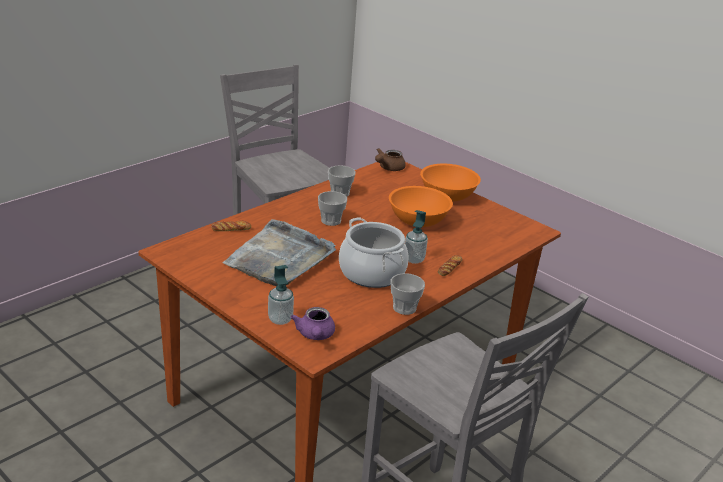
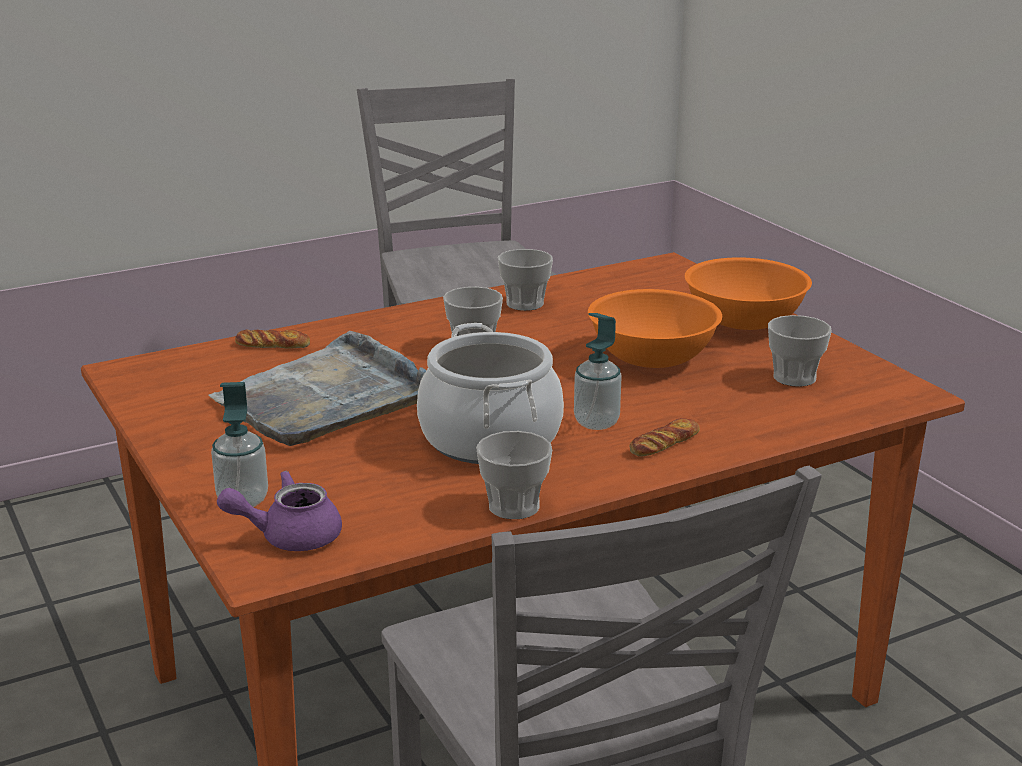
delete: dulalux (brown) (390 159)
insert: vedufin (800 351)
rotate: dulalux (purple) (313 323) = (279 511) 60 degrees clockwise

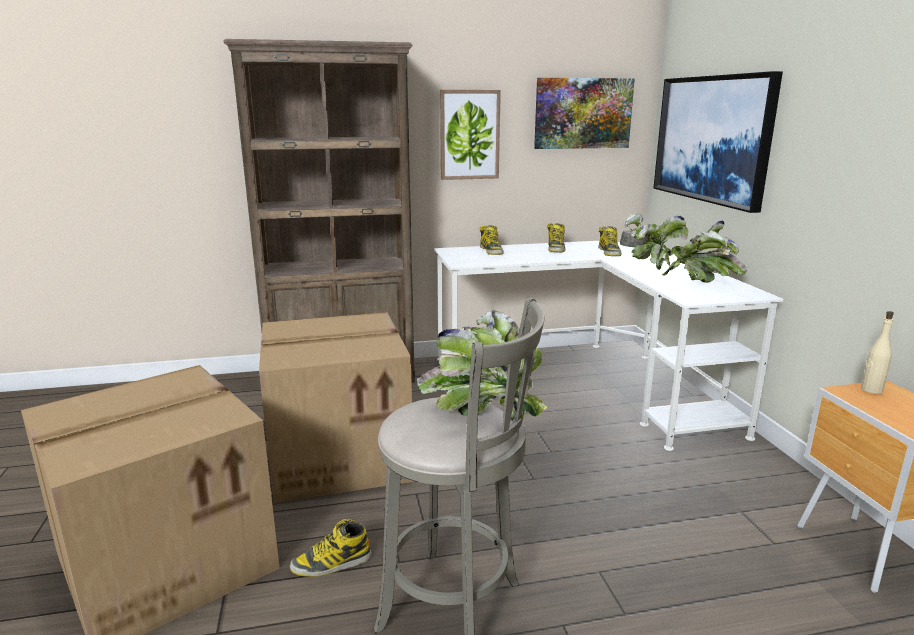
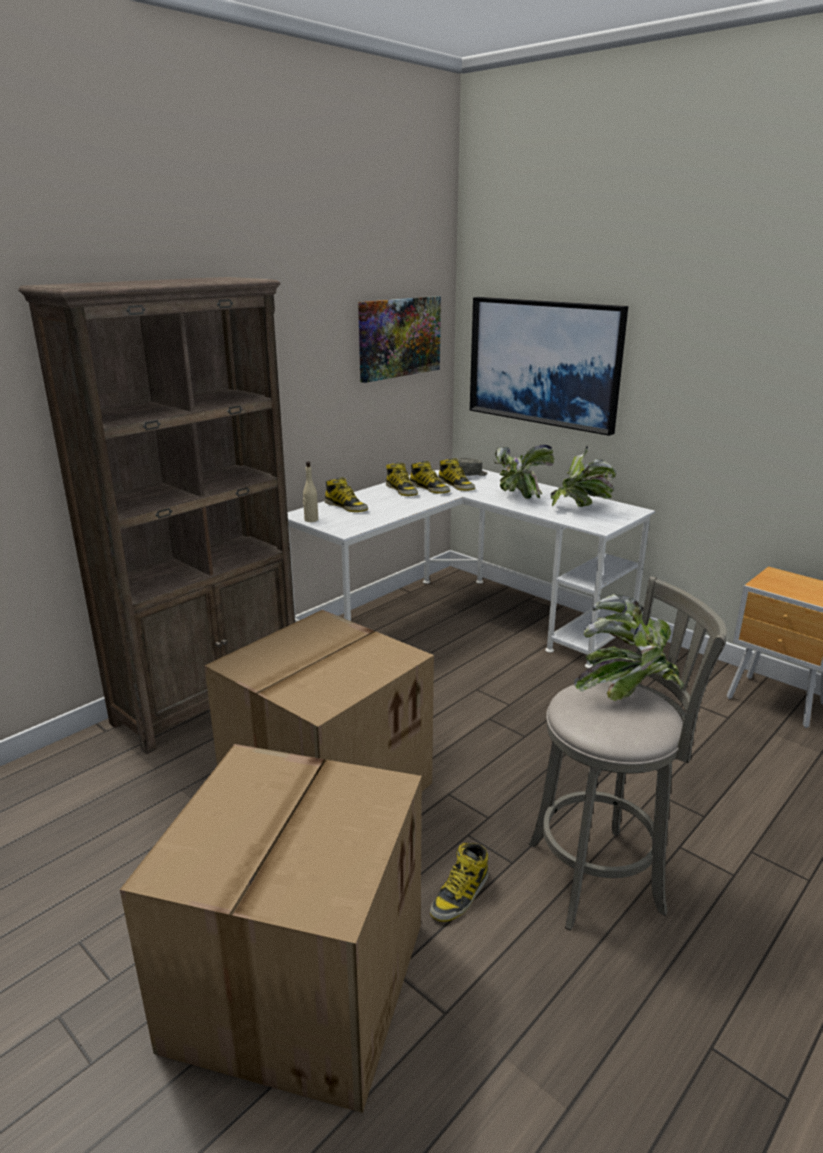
delete: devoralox (470 135)
insert: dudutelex (430 477)
move: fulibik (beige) (877 352) to (310 492)

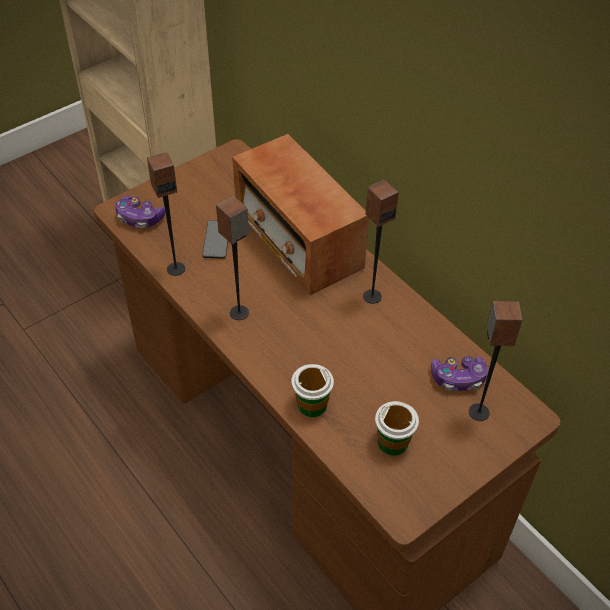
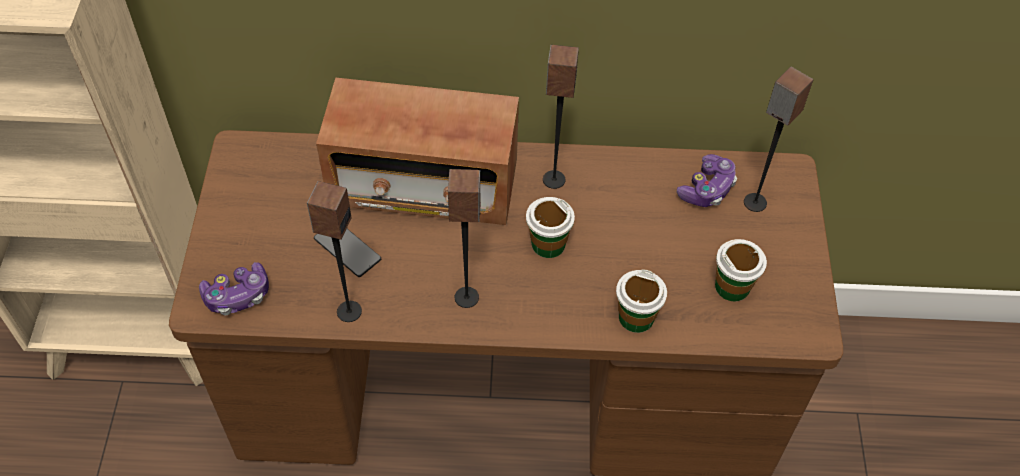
insert: vedufin (550 227)

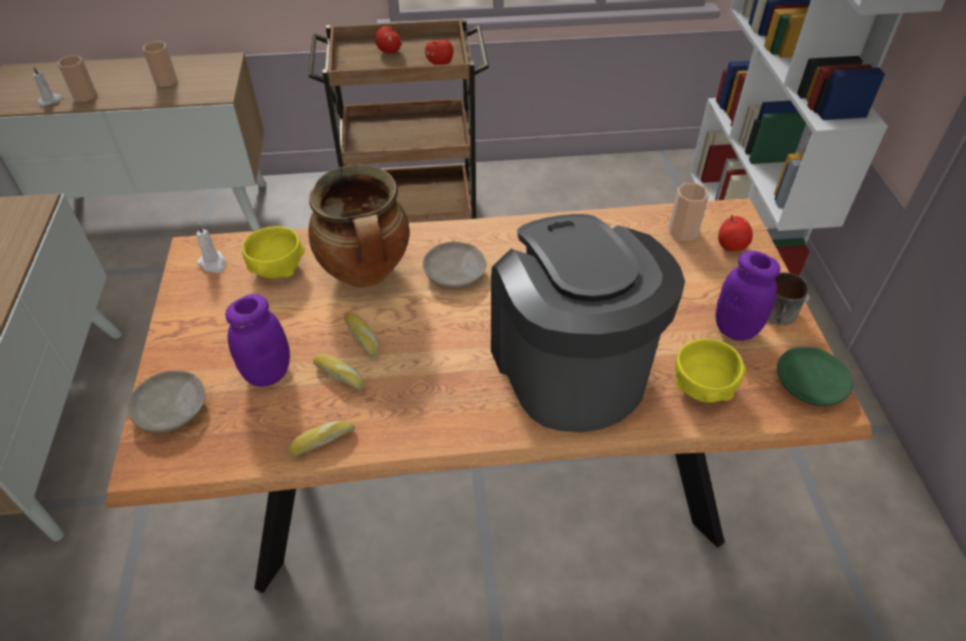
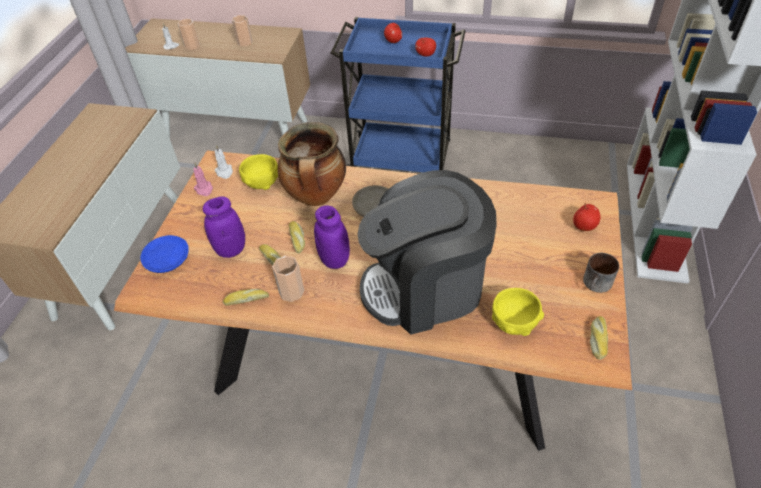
insert: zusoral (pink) (203 179)
move: vedufin (688 212) to (288 279); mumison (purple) (747 296) to (332 237)
replace: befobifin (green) (815 376) to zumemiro (599 338)
recolor: befobifin (beige) (167 401) to befobifin (blue) (164 254); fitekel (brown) (398 120) to fitekel (blue) (397 94)
rotate: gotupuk (588 323) = (427 252) 105 degrees counterclockwise

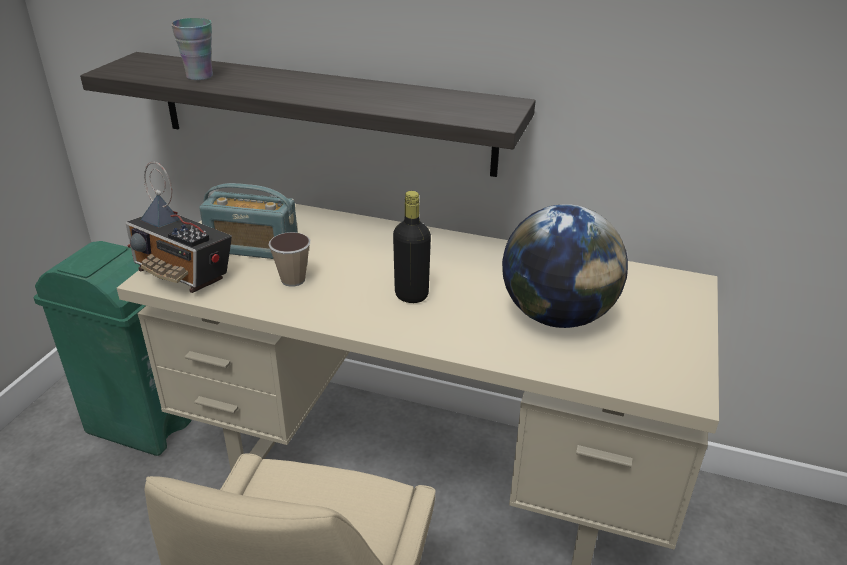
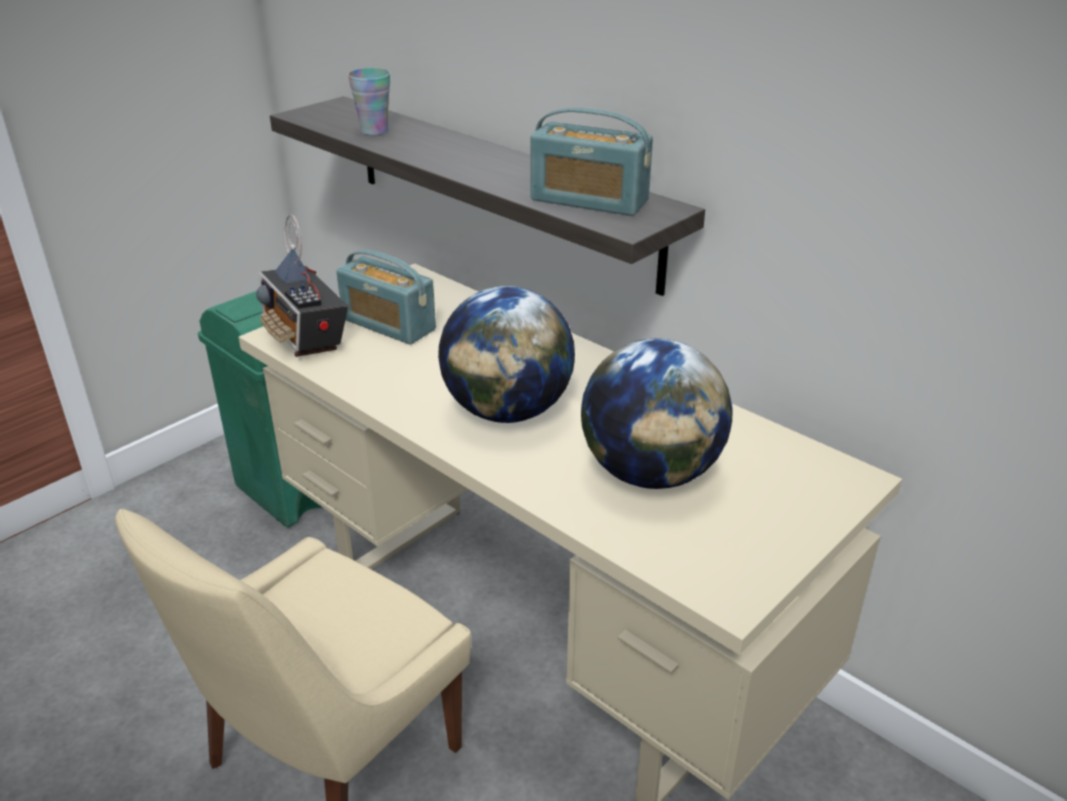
delete: vedufin (289 259)
insert: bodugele (591 161)
replace: fulibik (black) (412 247) to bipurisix (506 354)

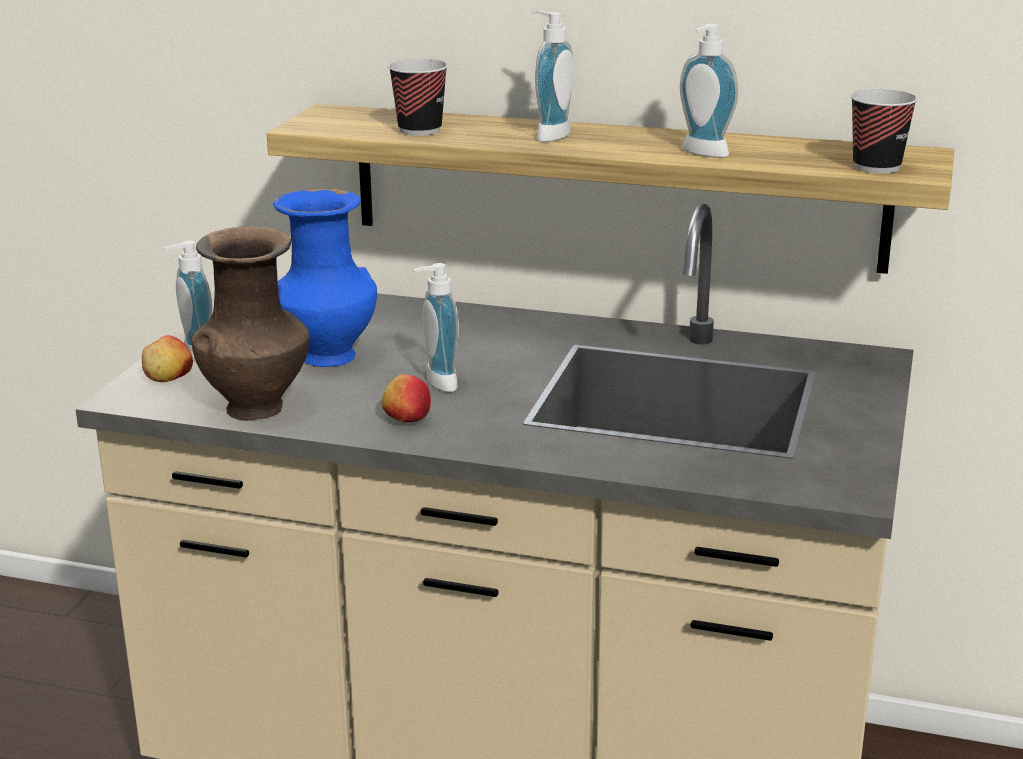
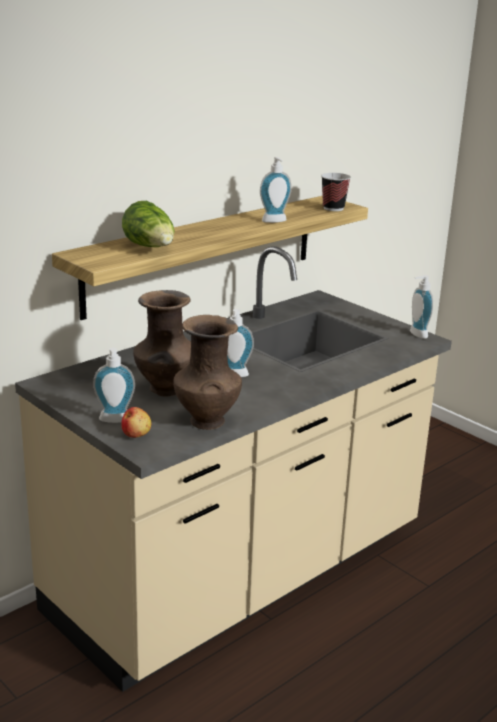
delete: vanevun (406 398)
move: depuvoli (553 76) to (421 307)
replace: vedufin (418 97) to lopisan (148 224)
recolor: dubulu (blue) (325 278) to dubulu (brown) (162 343)

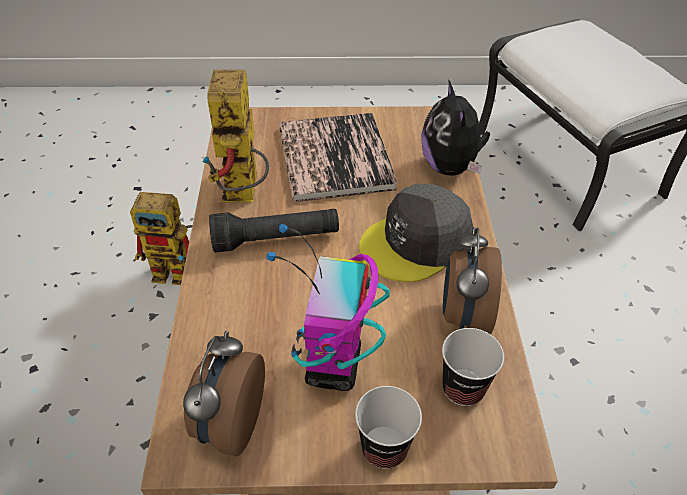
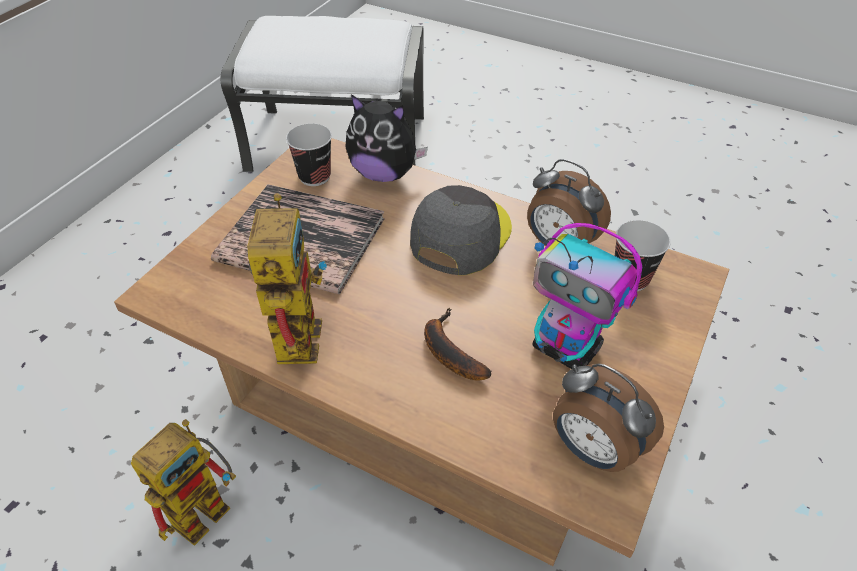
delete: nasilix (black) (274 231)
insert: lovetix (458 344)
move: vedufin (388 427) to (309 154)
rotate: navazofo (235 136) = (287 278) 120 degrees counterclockwise; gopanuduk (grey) (416 233) = (461 230) 150 degrees counterclockwise

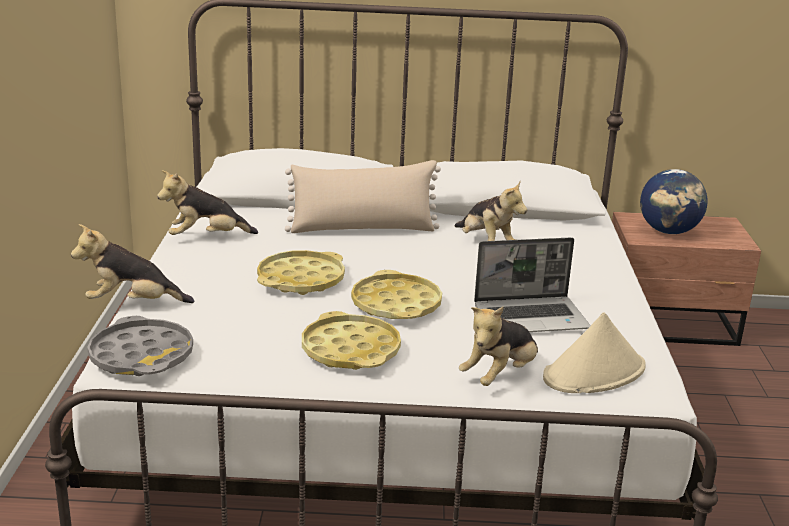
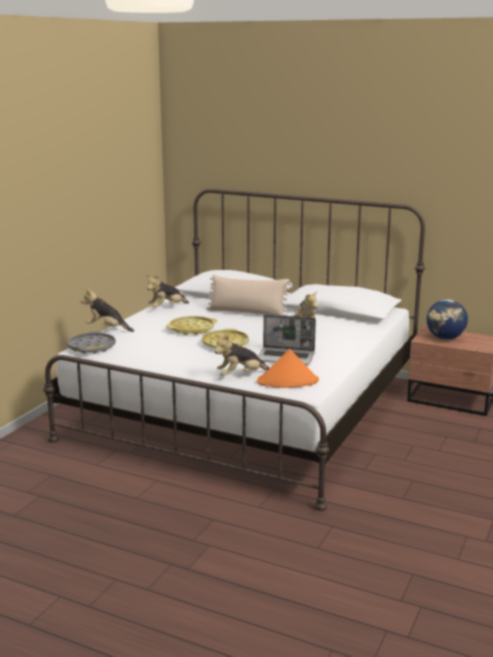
delete: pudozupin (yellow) (351 340)
recolor: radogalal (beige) (594 352) to radogalal (orange) (288 368)
rotate: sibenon (207 202) = (167 291) 45 degrees counterclockwise

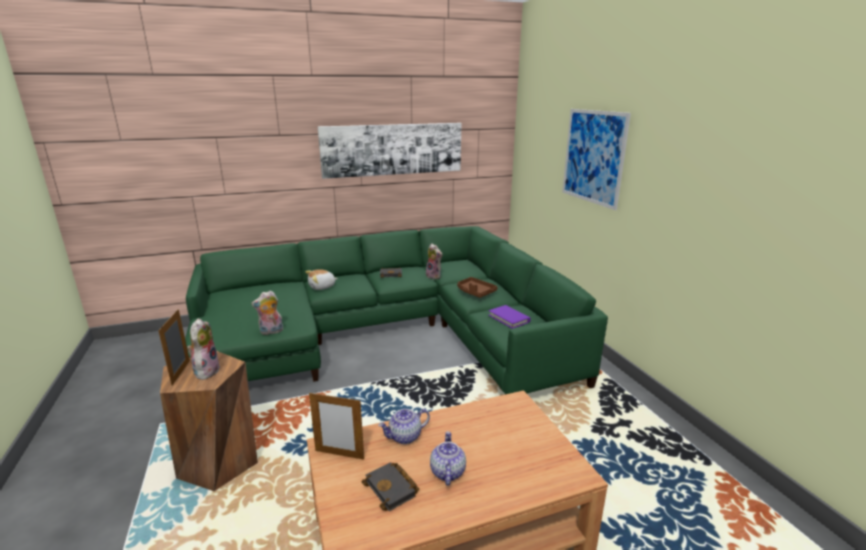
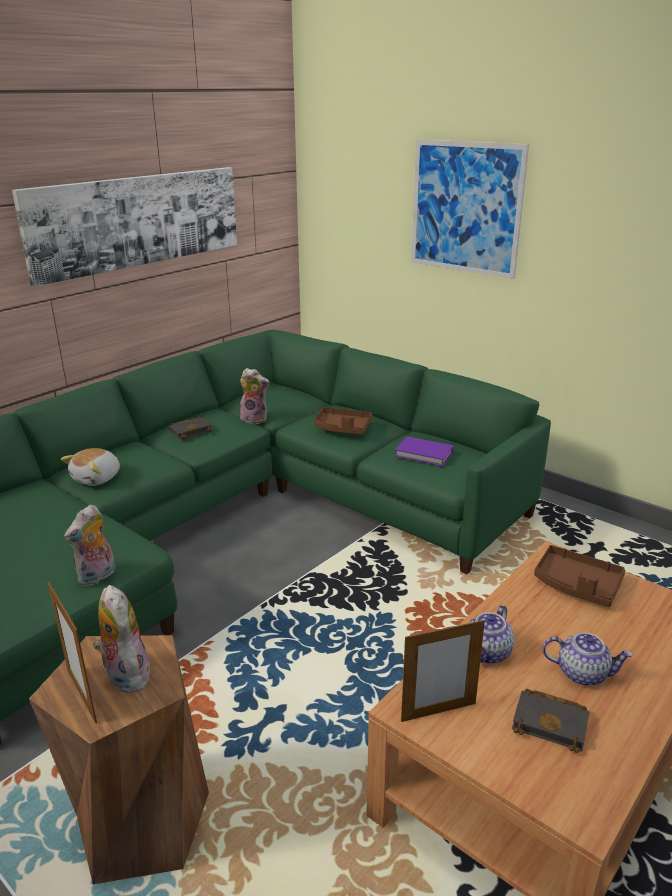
insert: pudozupin (brown) (579 576)
rotate: dulalux (448 458) = (587 659) 135 degrees clockwise

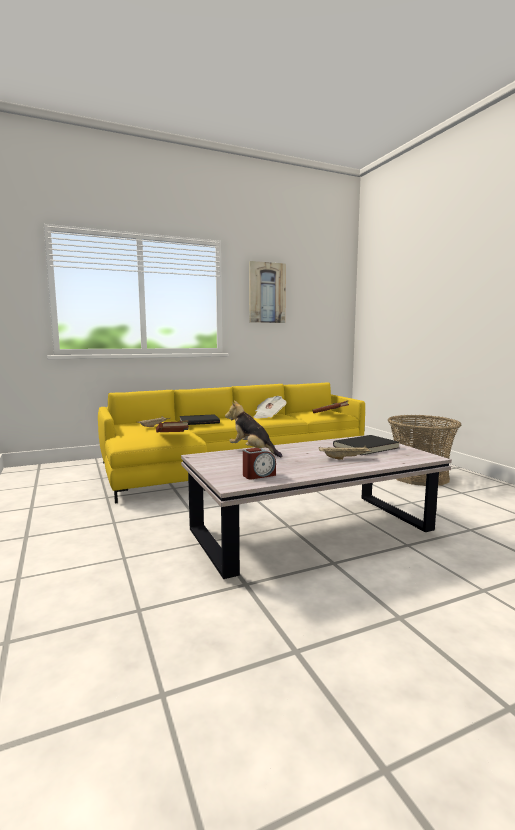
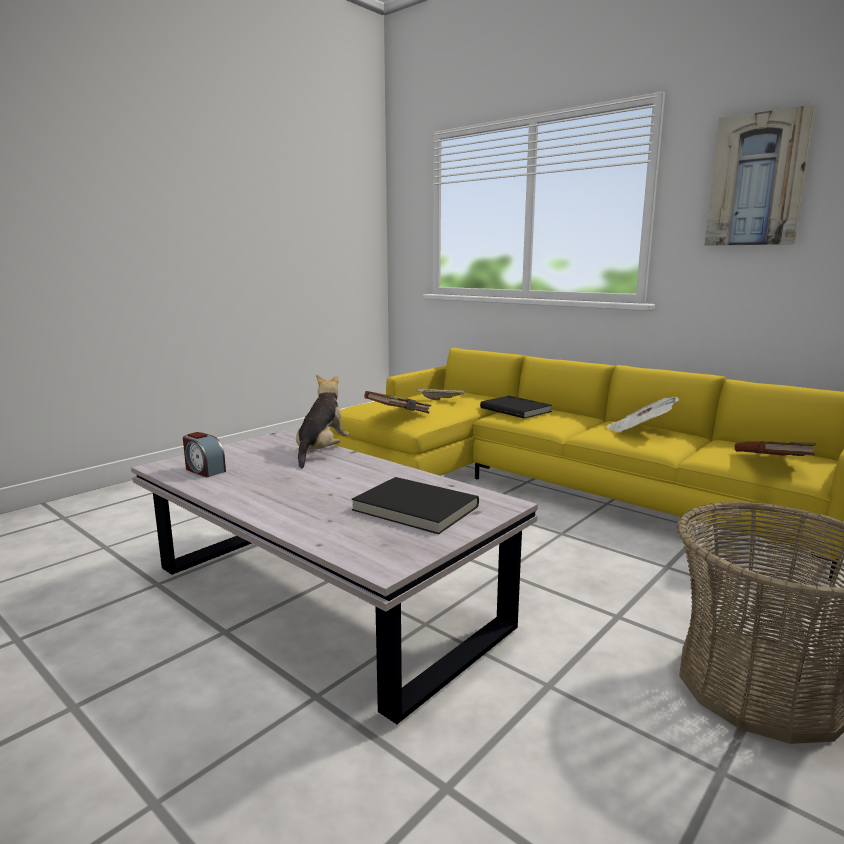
delete: pudozupin (beige) (345 452)

